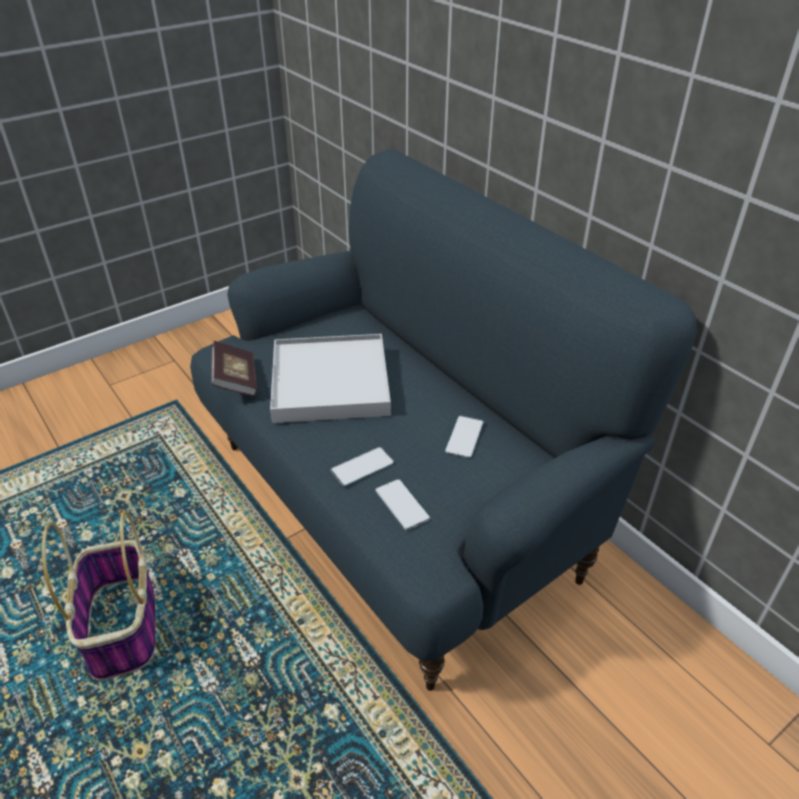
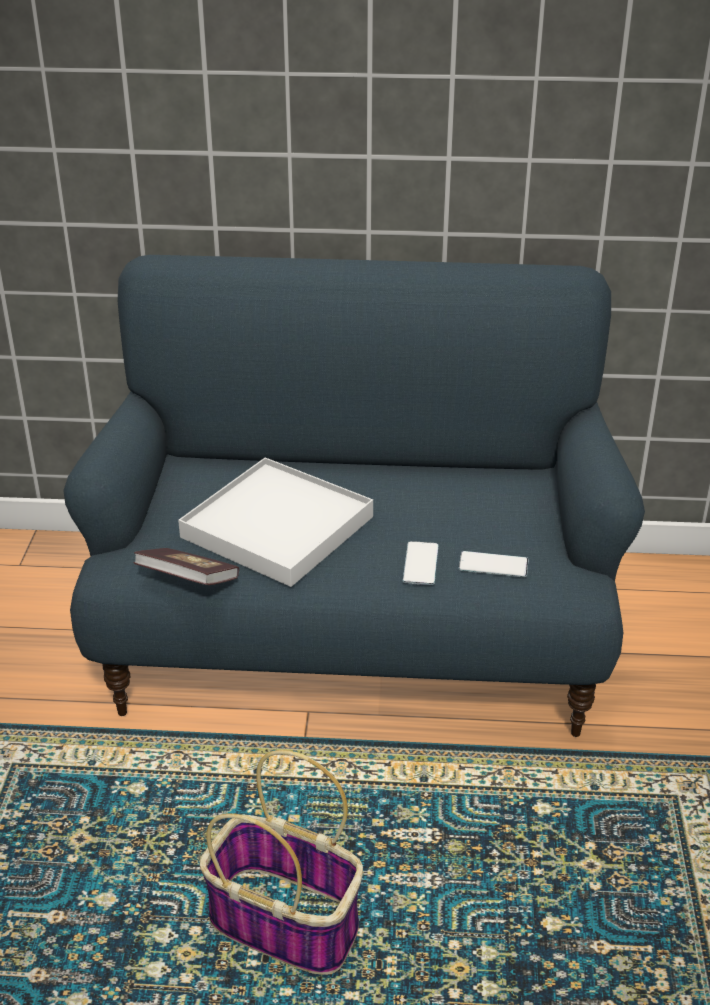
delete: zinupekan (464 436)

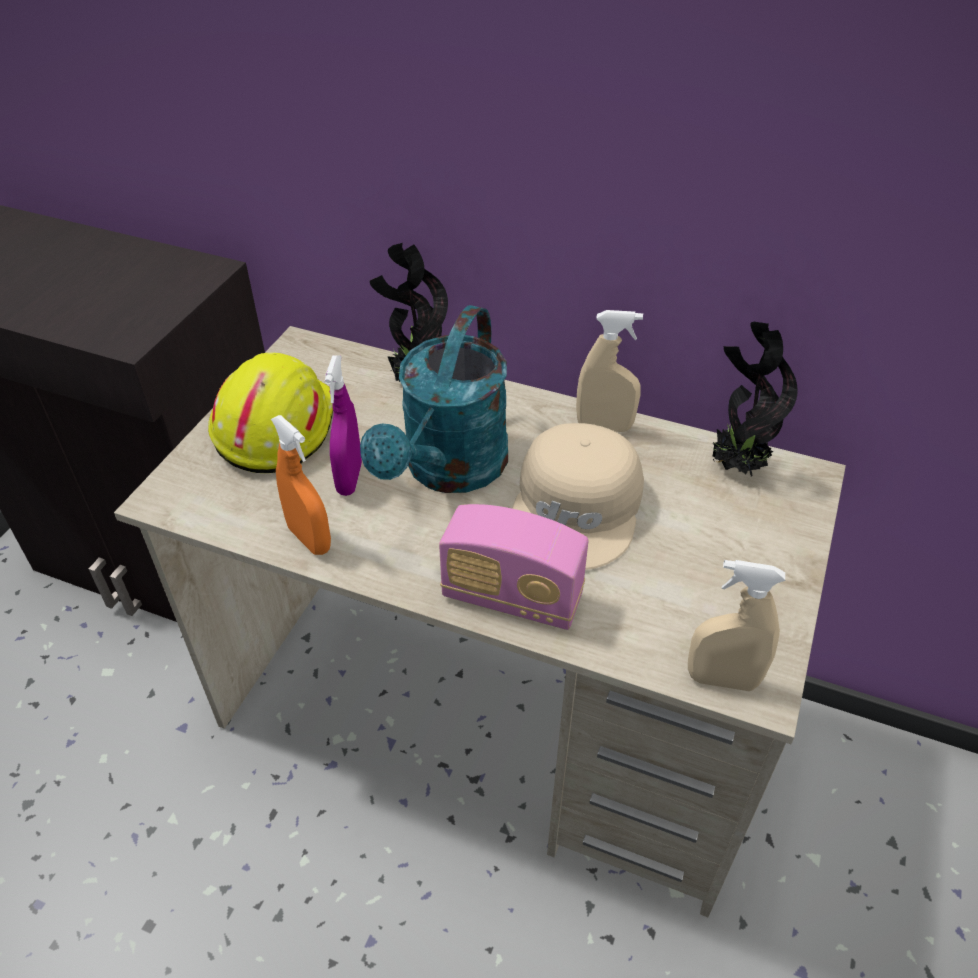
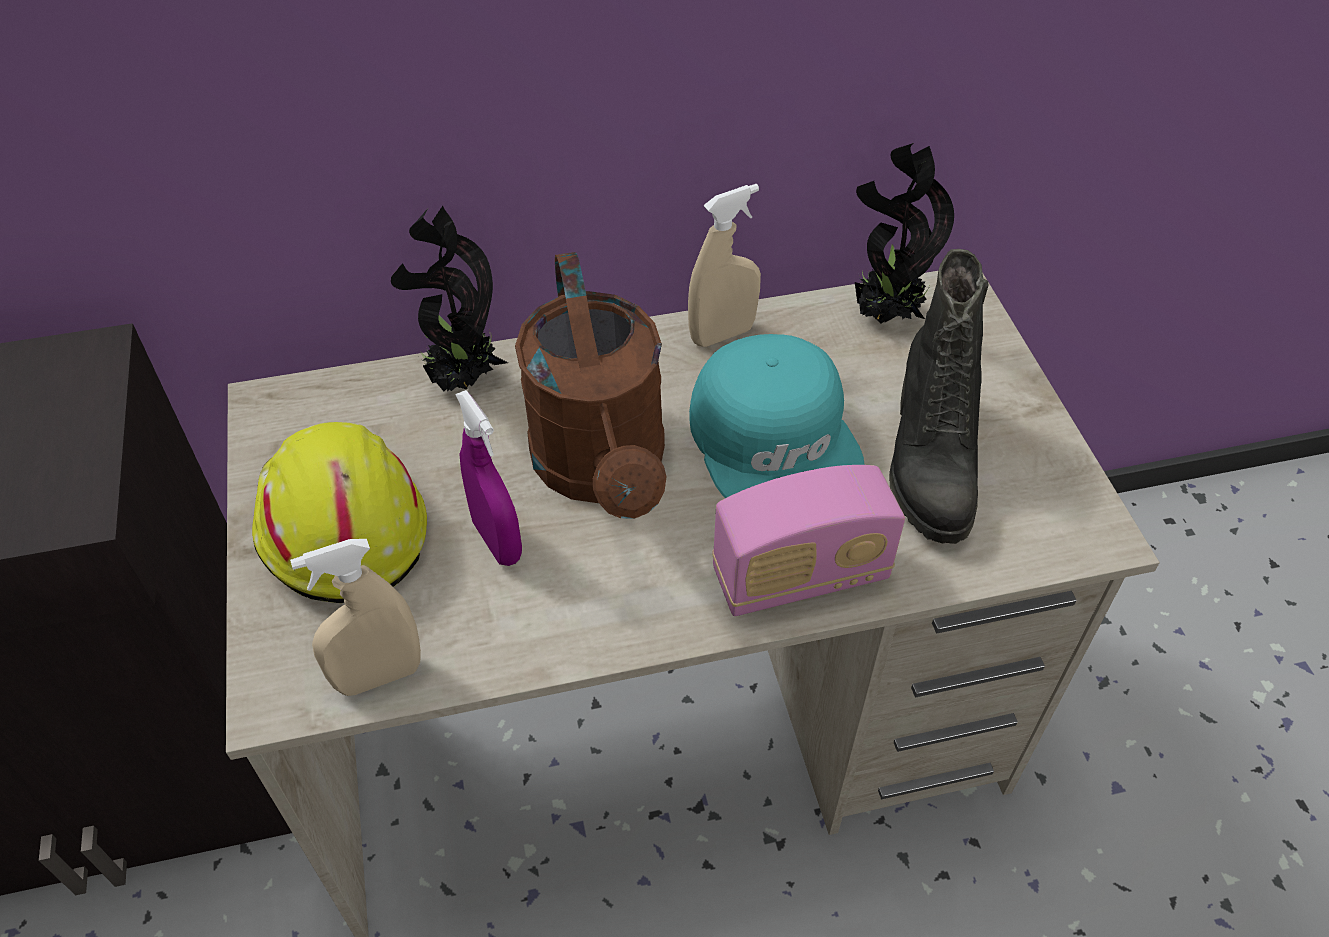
delete: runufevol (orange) (301 485)
insert: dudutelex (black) (938 396)
move: runufevol (beige) (736 625) to (355 617)
recolor: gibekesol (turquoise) (434 399) to gibekesol (brown) (590 385); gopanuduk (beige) (578 496) to gopanuduk (turquoise) (776 416)

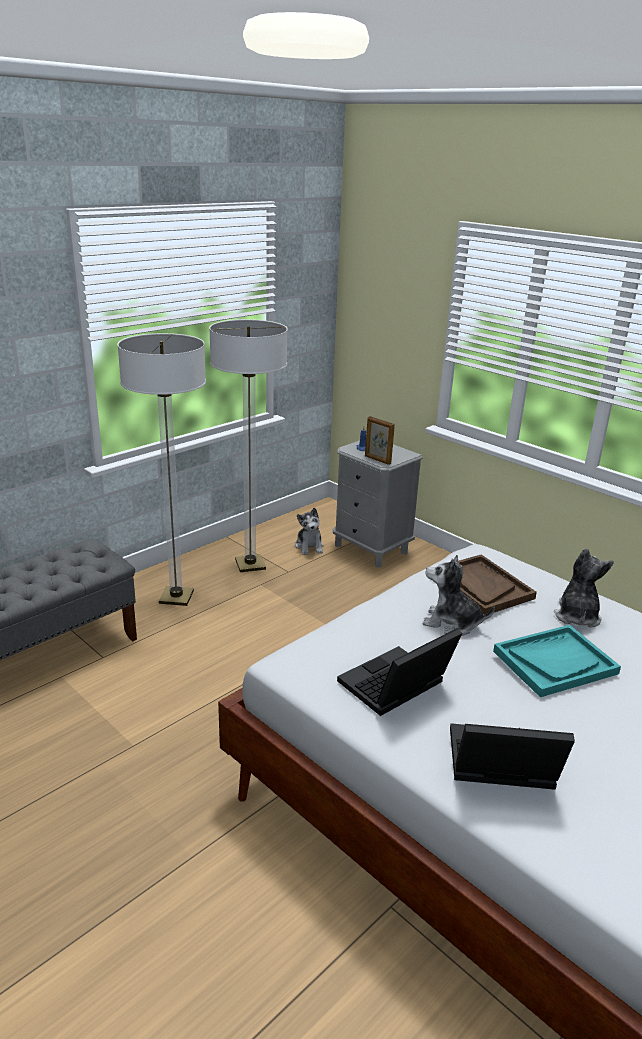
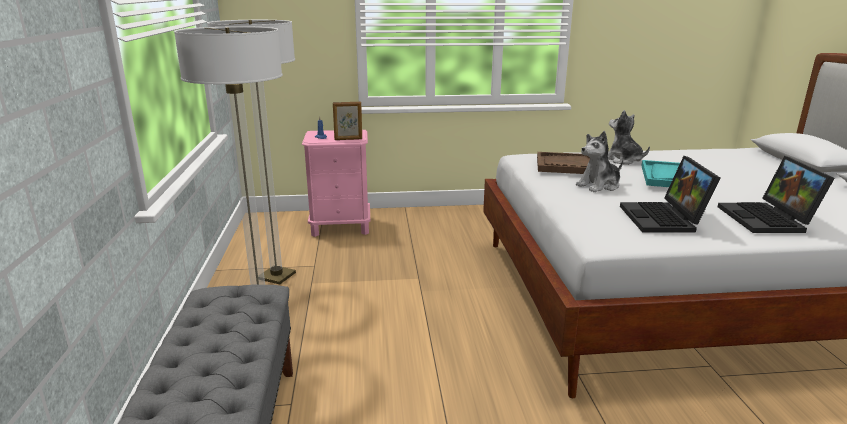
delete: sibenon (309 531)
recolor: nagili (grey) (378 504) to nagili (pink) (336 183)
rotate: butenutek (512 756) = (776 194) 45 degrees counterclockwise

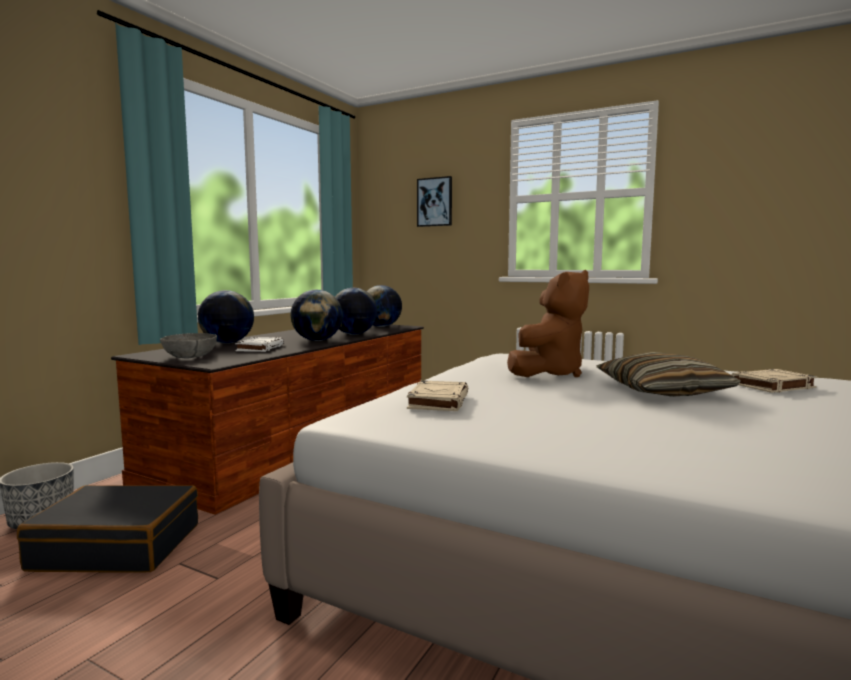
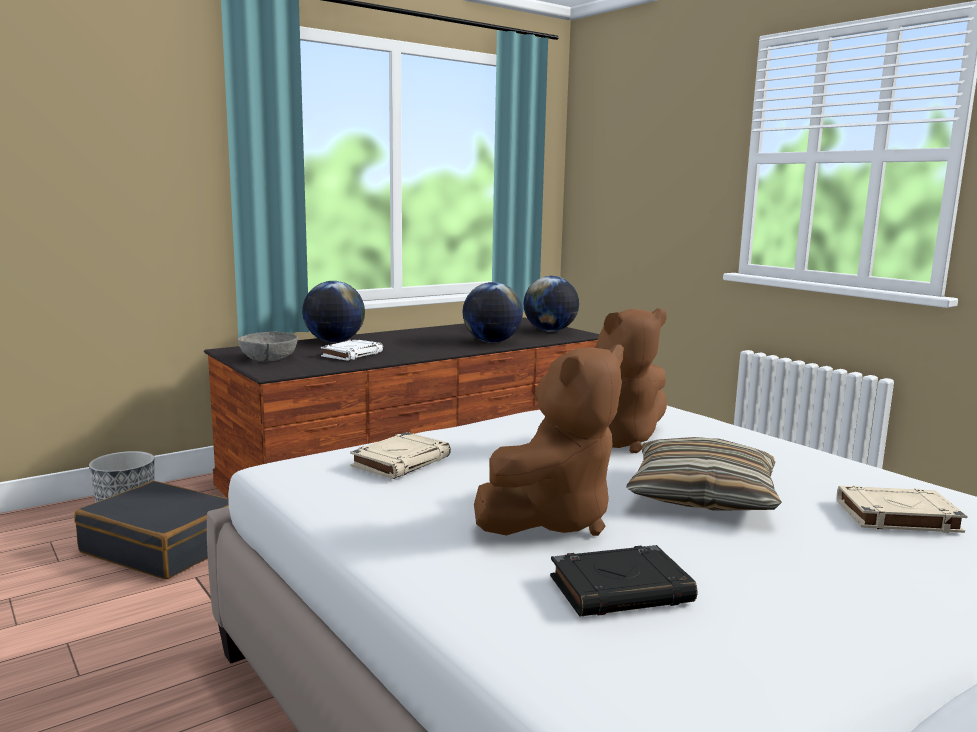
delete: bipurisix (316 315); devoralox (434 201)
insert: sibenon (brown) (549 440); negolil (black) (623 580)

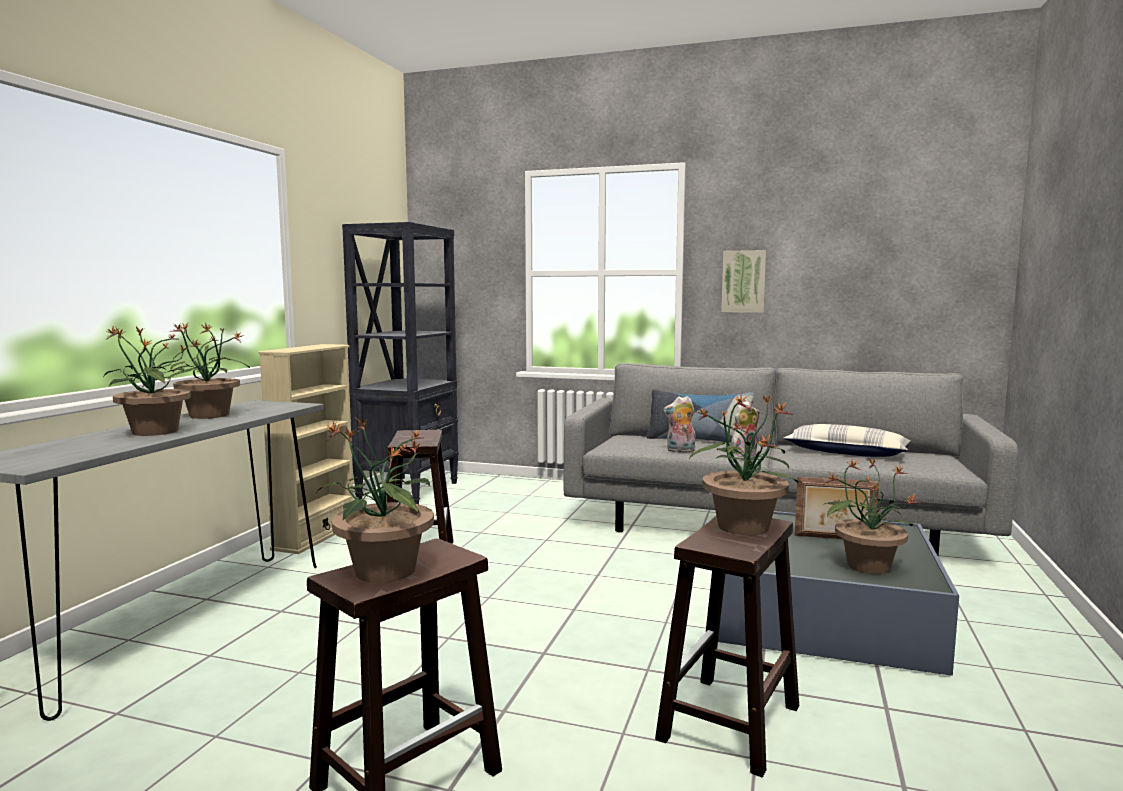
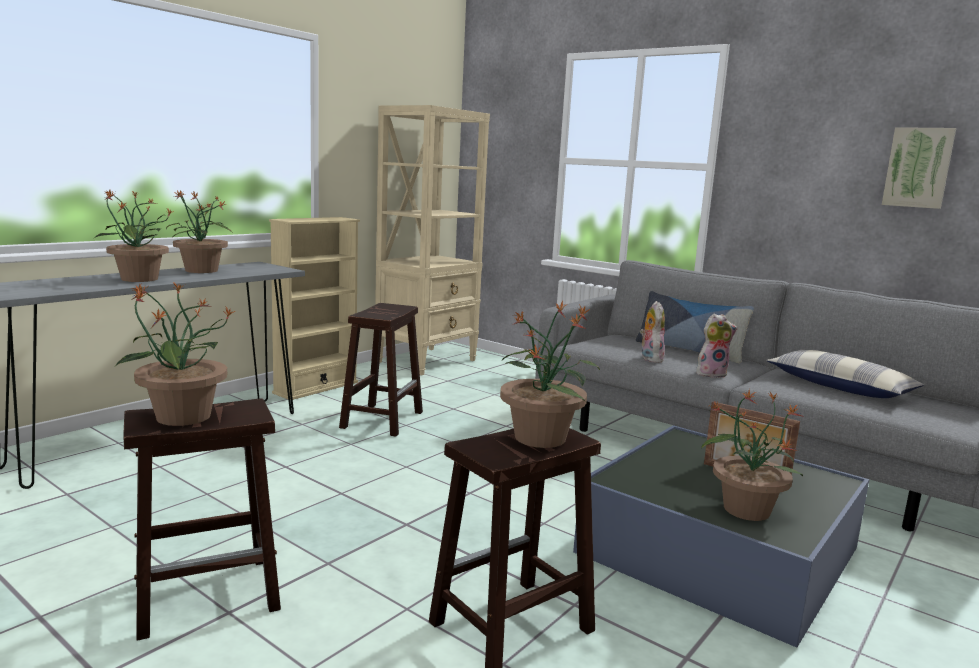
move: devoralox (743 281) to (919 168)
recolor: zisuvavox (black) (400 363) to zisuvavox (beige) (432 240)
rotate: sibenon (679 424) = (652 332) 75 degrees clockwise

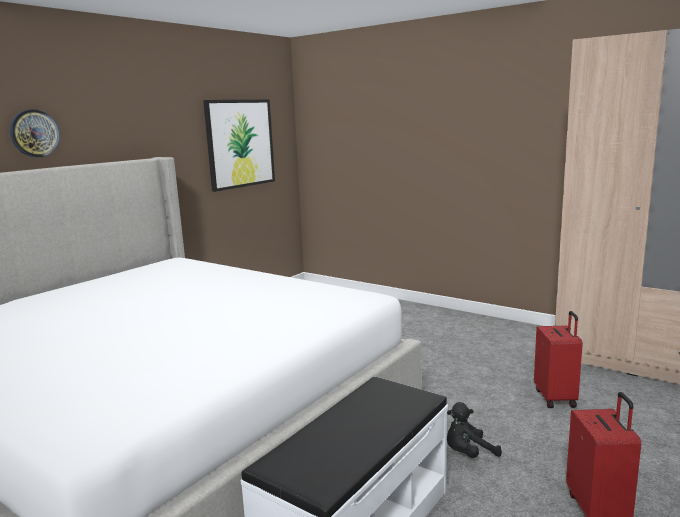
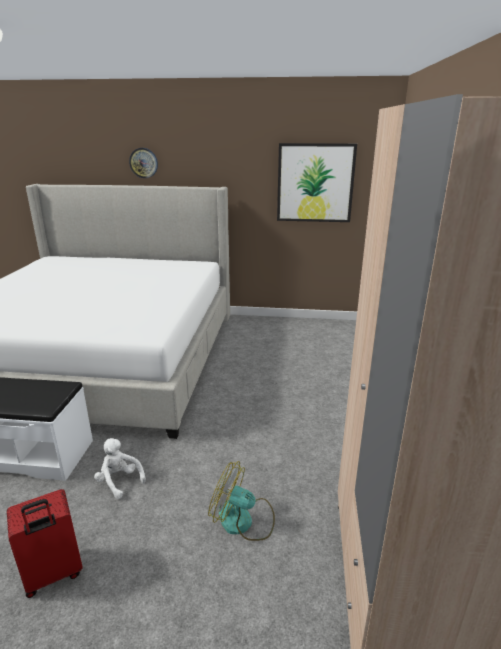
replace: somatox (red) (558 359) to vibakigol (241 501)
recolor: sibenon (black) (474 430) to sibenon (white) (120 468)

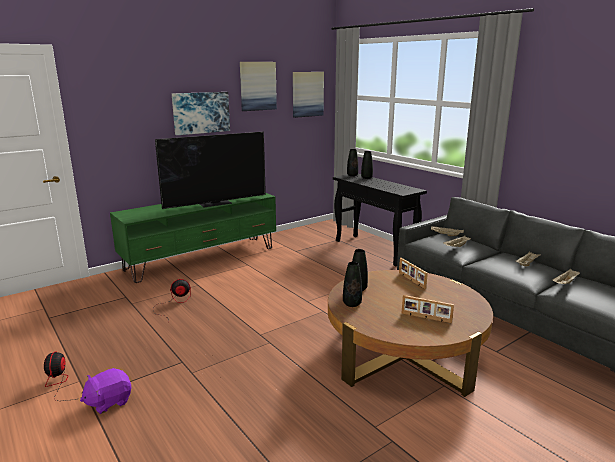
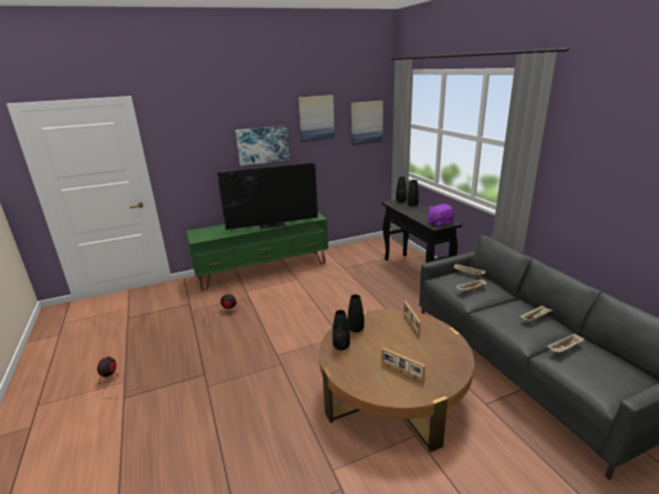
move: sibenon (purple) (106 391) to (441 215)

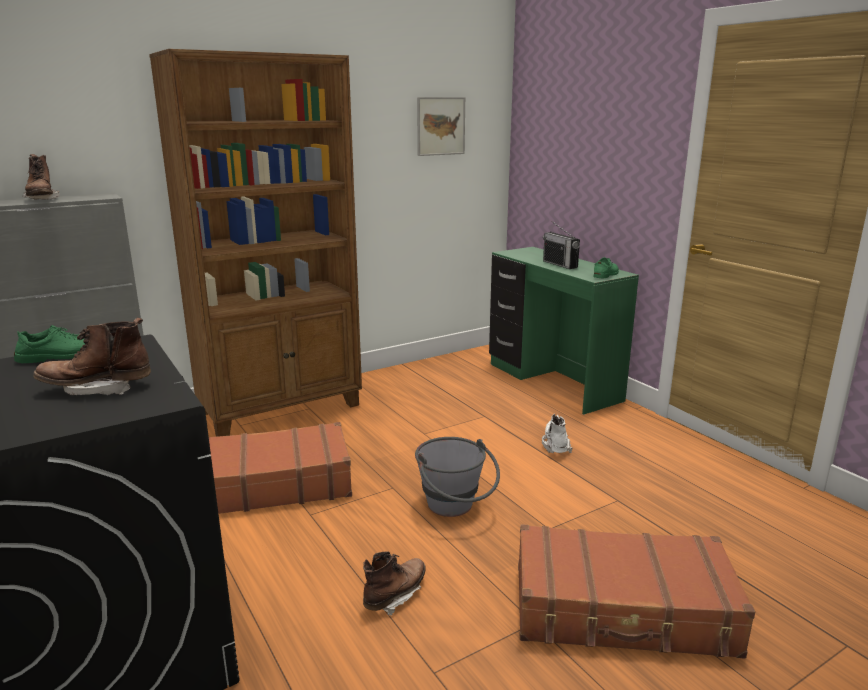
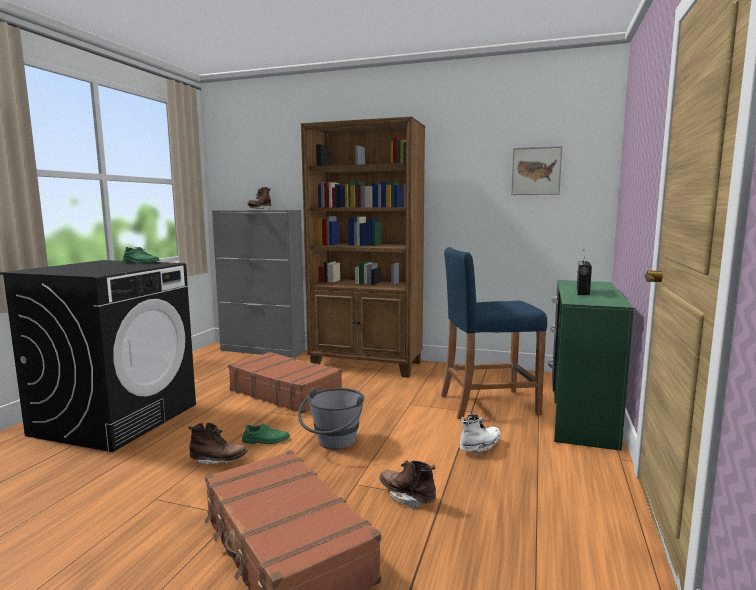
insert: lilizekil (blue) (494 333)
move: dudutelex (brown) (92 356) to (407 484); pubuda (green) (606 268) to (266 433)

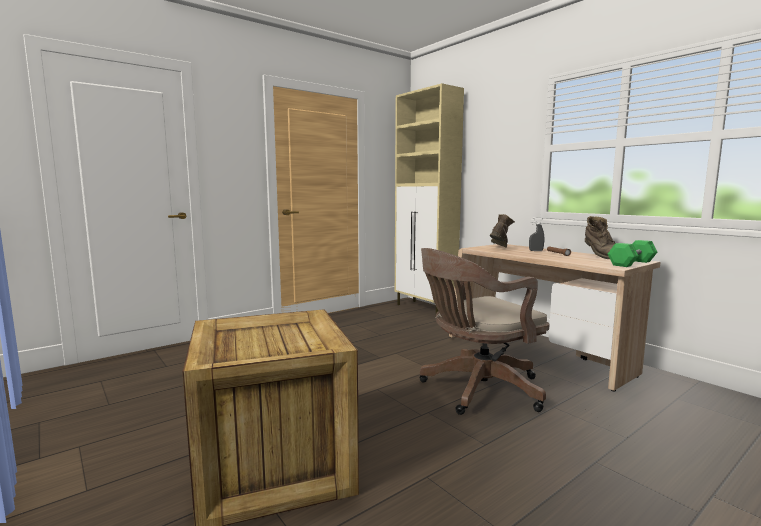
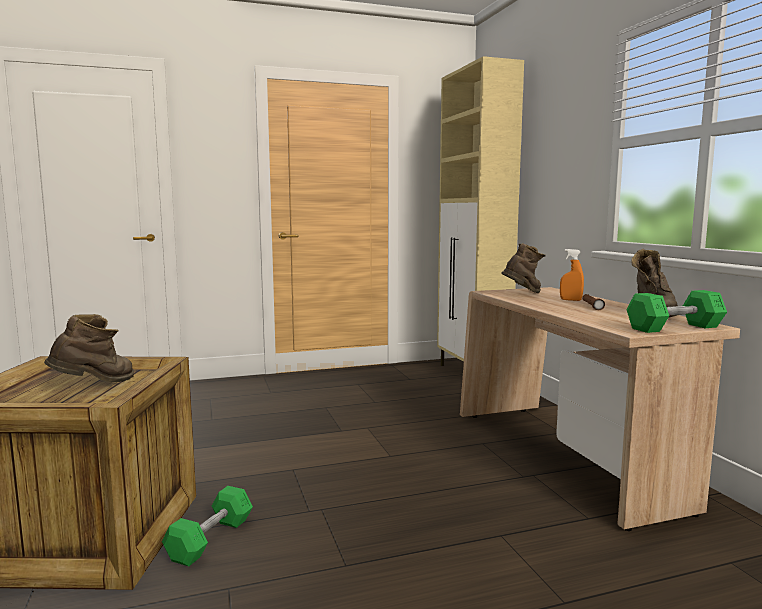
delete: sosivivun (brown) (484 331)
insert: dudutelex (brown) (89 348); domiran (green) (207 526)
recolor: runufevol (grey) (536 234) to runufevol (orange) (572 275)

